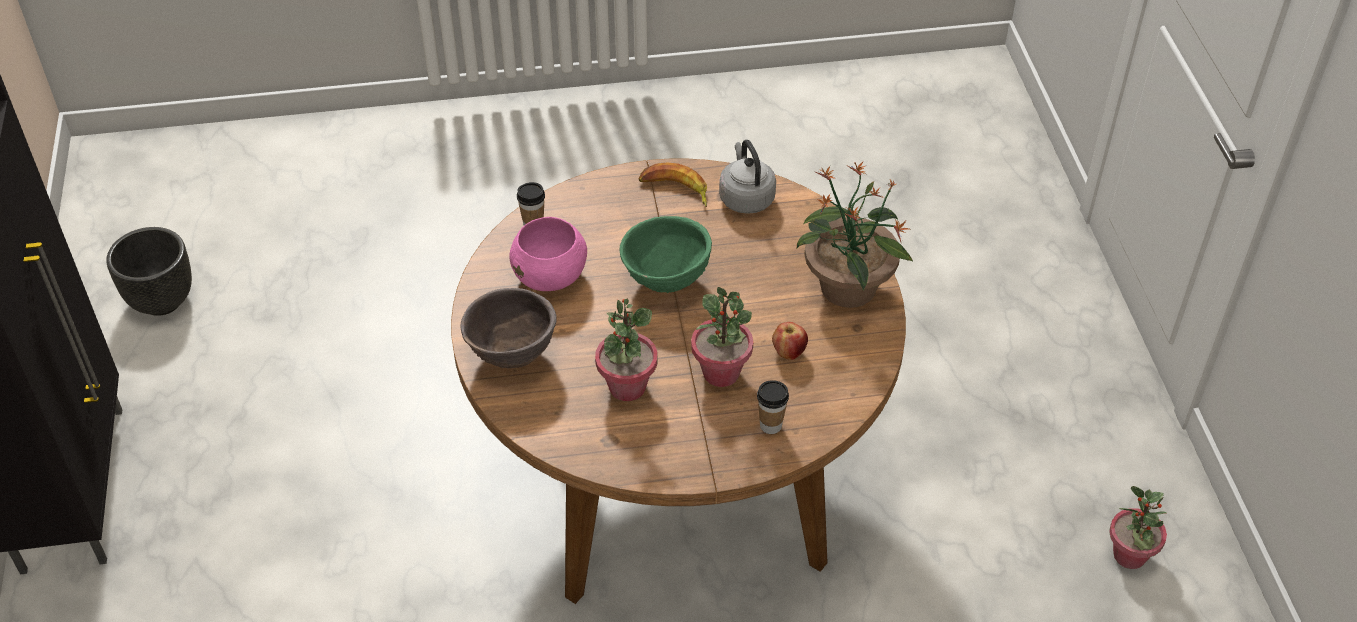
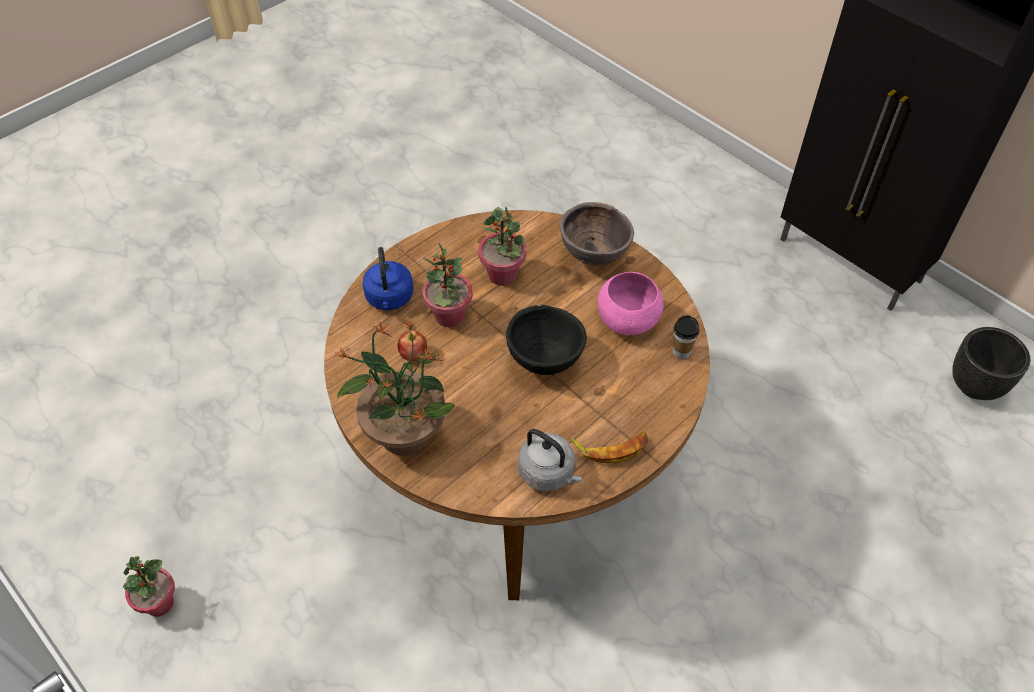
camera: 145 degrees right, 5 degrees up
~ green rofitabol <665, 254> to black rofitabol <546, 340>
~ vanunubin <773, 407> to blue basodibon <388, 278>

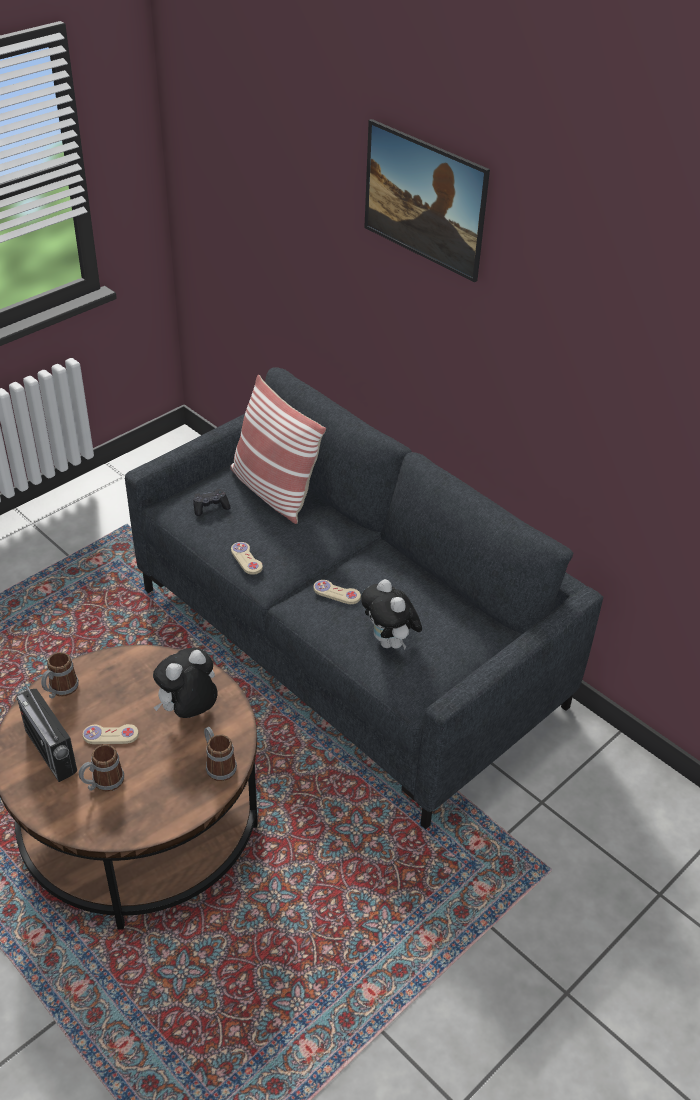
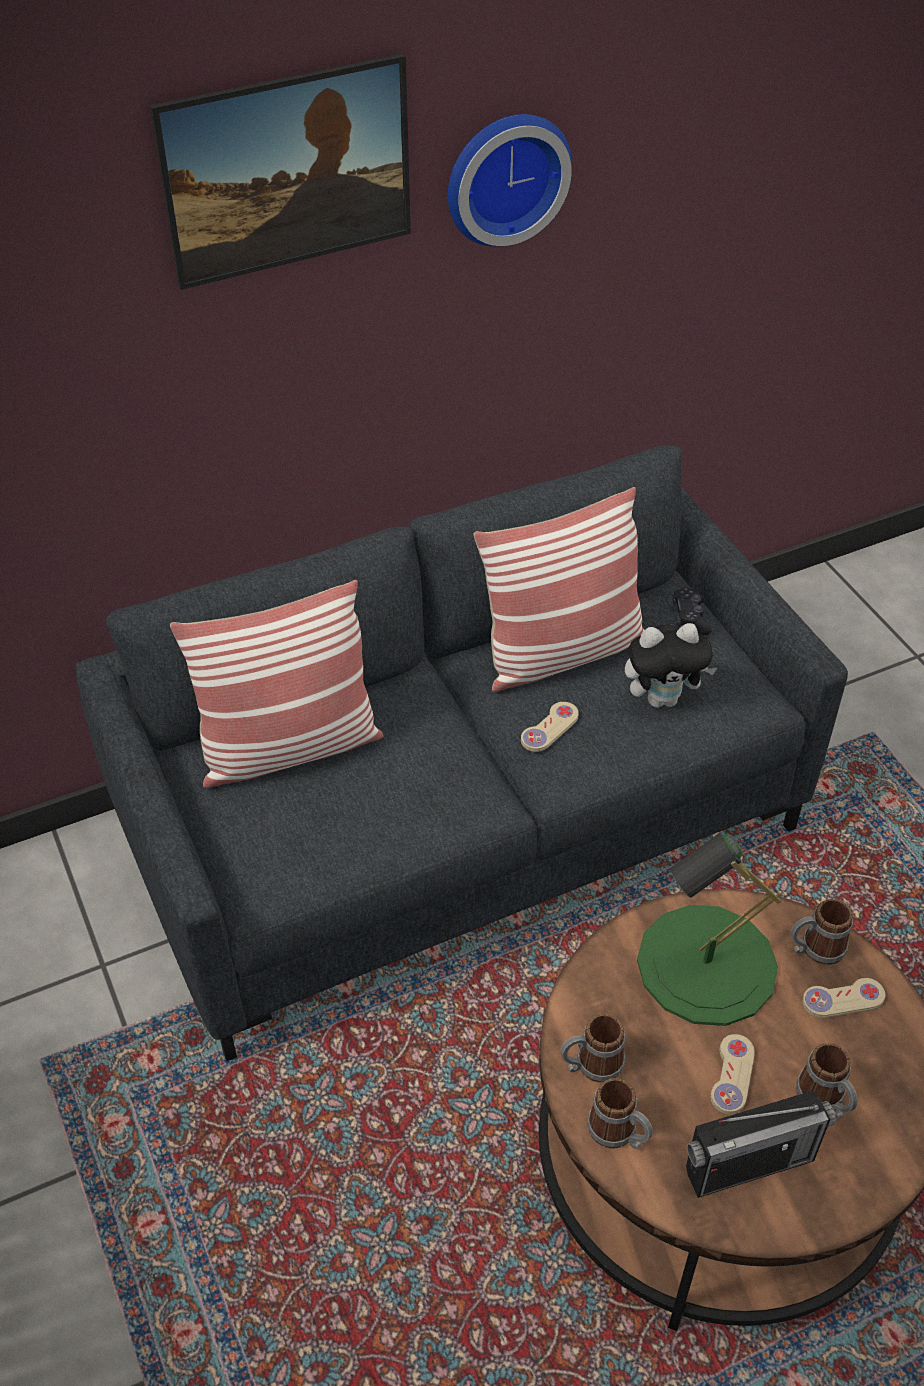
camera: 70 degrees left, 5 degrees up
~ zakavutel <185, 683> to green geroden <709, 929>
~ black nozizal <211, 502> to <692, 611>
~ beige nozizal <247, 558> to <843, 998>
+ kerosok <510, 180>
+ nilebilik <558, 589>
+ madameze <593, 1048>

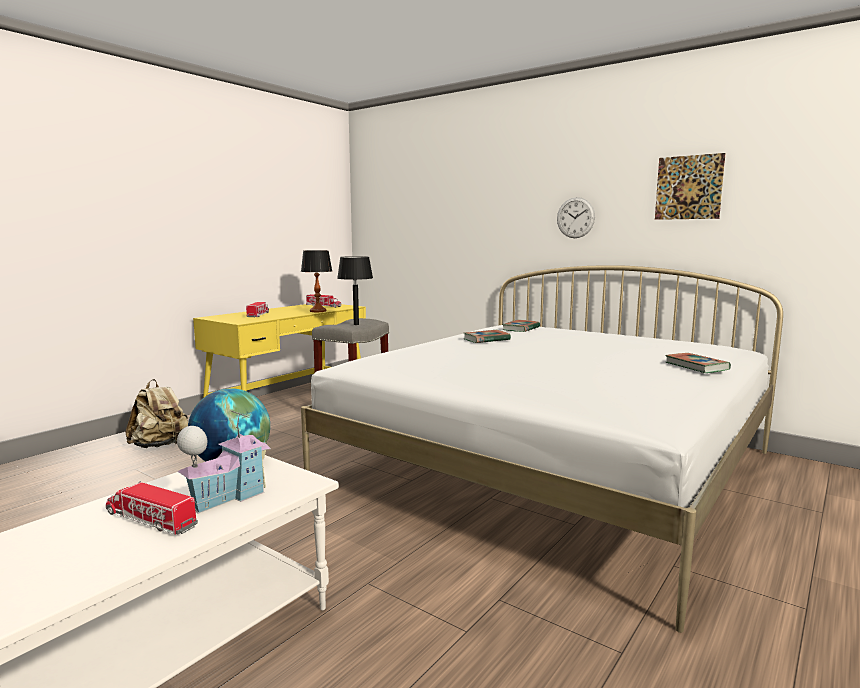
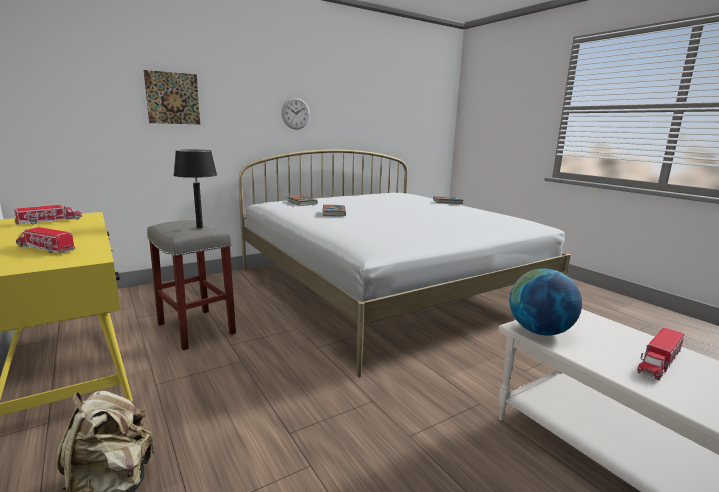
camera: 70 degrees left, 5 degrees up
- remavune <224, 462>
- geroden <316, 281>
~ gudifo <690, 186> to <172, 97>

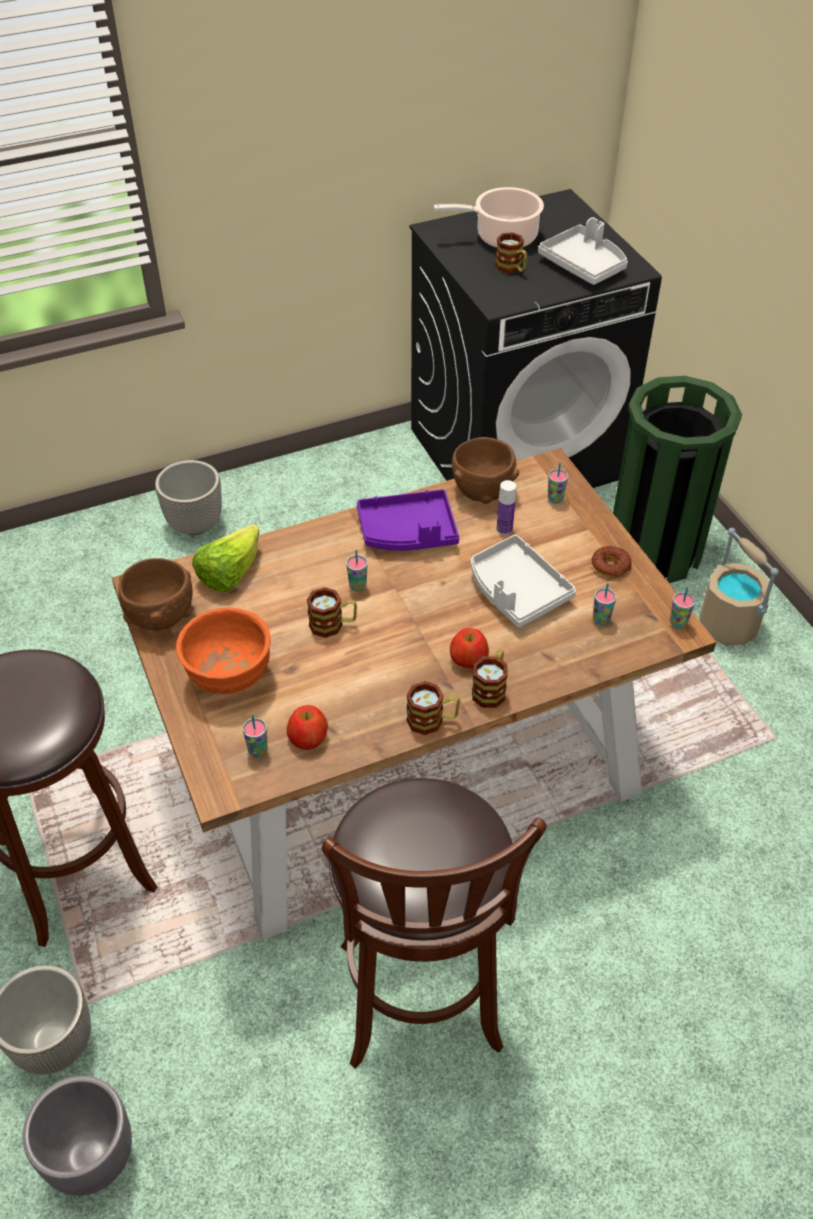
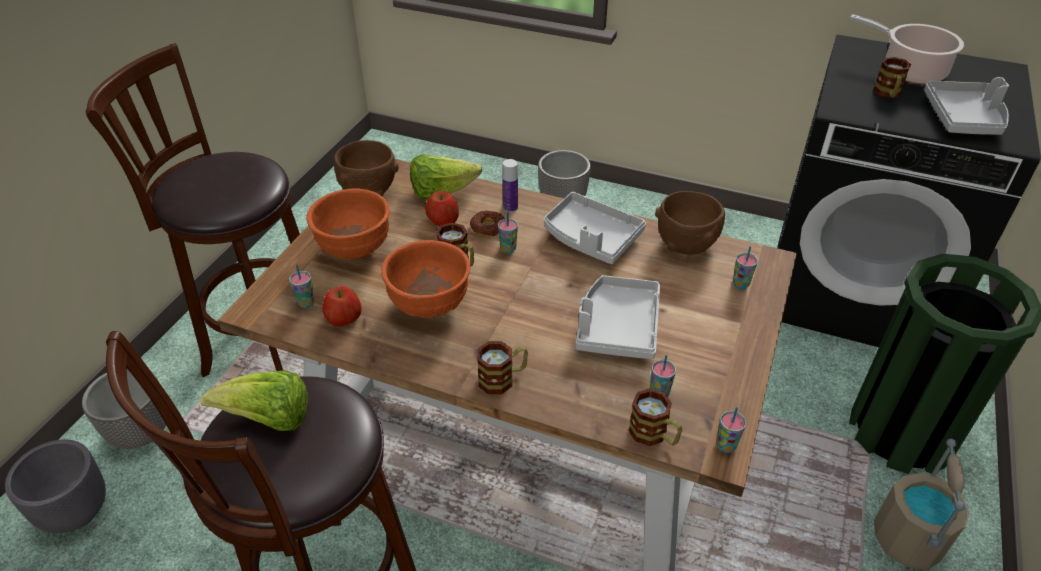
camera: 45 degrees right, 5 degrees down
~ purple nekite <408, 520> to grey nekite <595, 228>
~ madameze <433, 708> to <655, 417>
~ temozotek <469, 648> to <442, 208>
~ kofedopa <506, 507> to <510, 186>
~ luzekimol <611, 561> to <487, 224>
+ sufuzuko <254, 401>
+ orange rofitabol <426, 279>

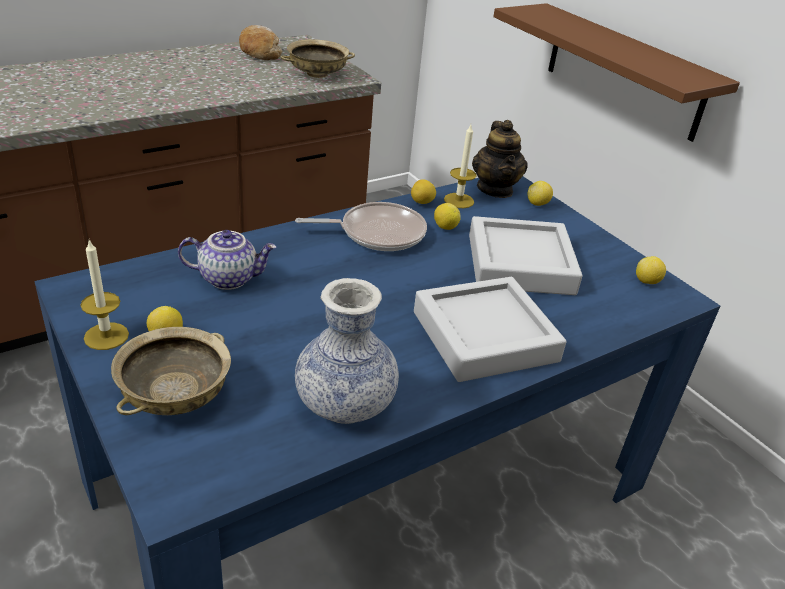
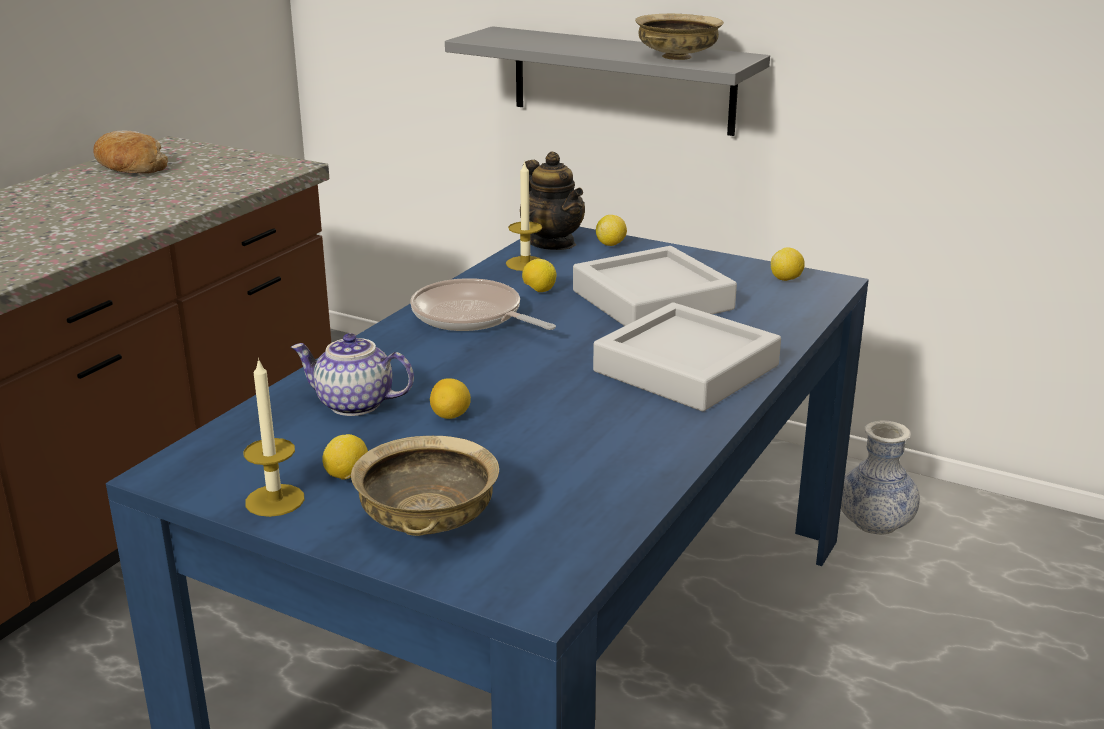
camera: 25 degrees left, 10 degrees down
~ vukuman <227, 260> = <352, 374> 135 degrees counterclockwise
~ beige rofitabol <318, 58> to <679, 37>
~ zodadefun <361, 226> = <483, 304> 105 degrees counterclockwise
~ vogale <347, 351> to <880, 477>
~ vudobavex <423, 191> to <450, 398>
~ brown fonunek <616, 72> to grey fonunek <607, 81>

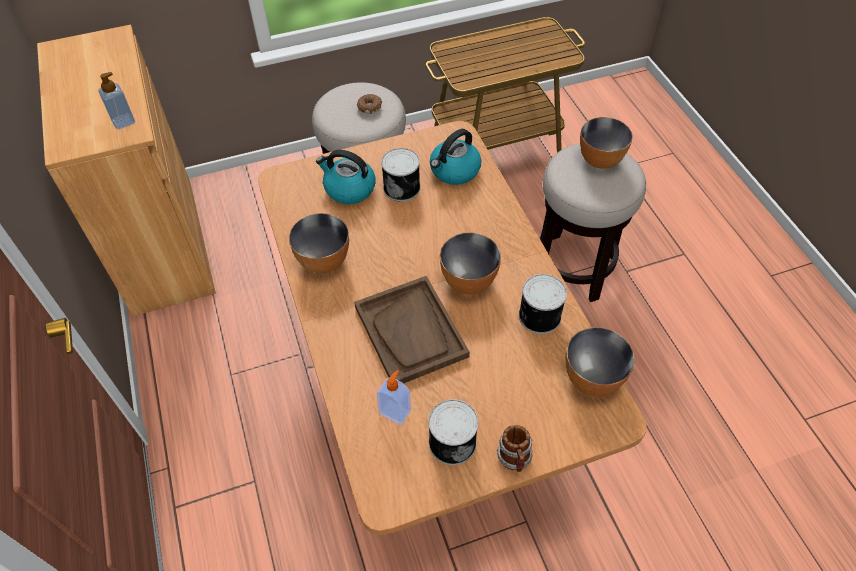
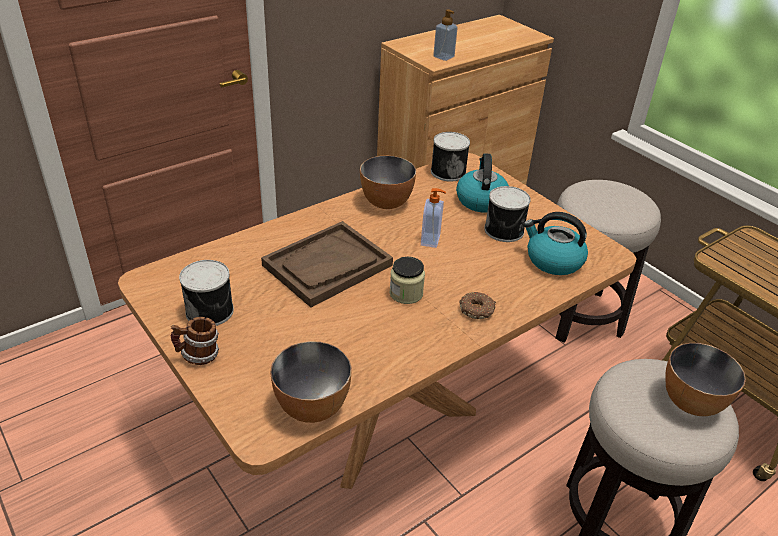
camera: 70 degrees right, 15 degrees down
~ luzekimol <369, 104> to <478, 305>
~ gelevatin <394, 397> to <433, 218>
~ rofitabol <470, 263> to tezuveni <407, 280>
~ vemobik <543, 304> to <450, 157>

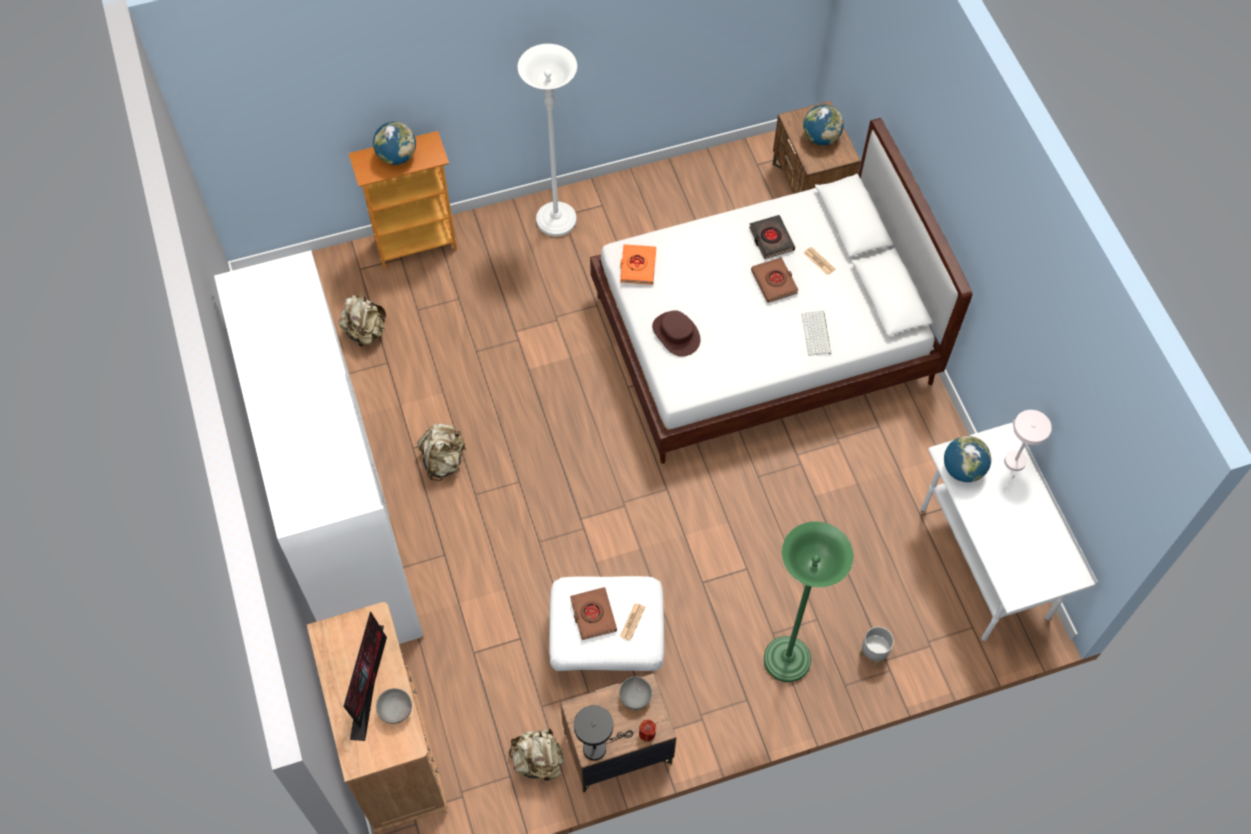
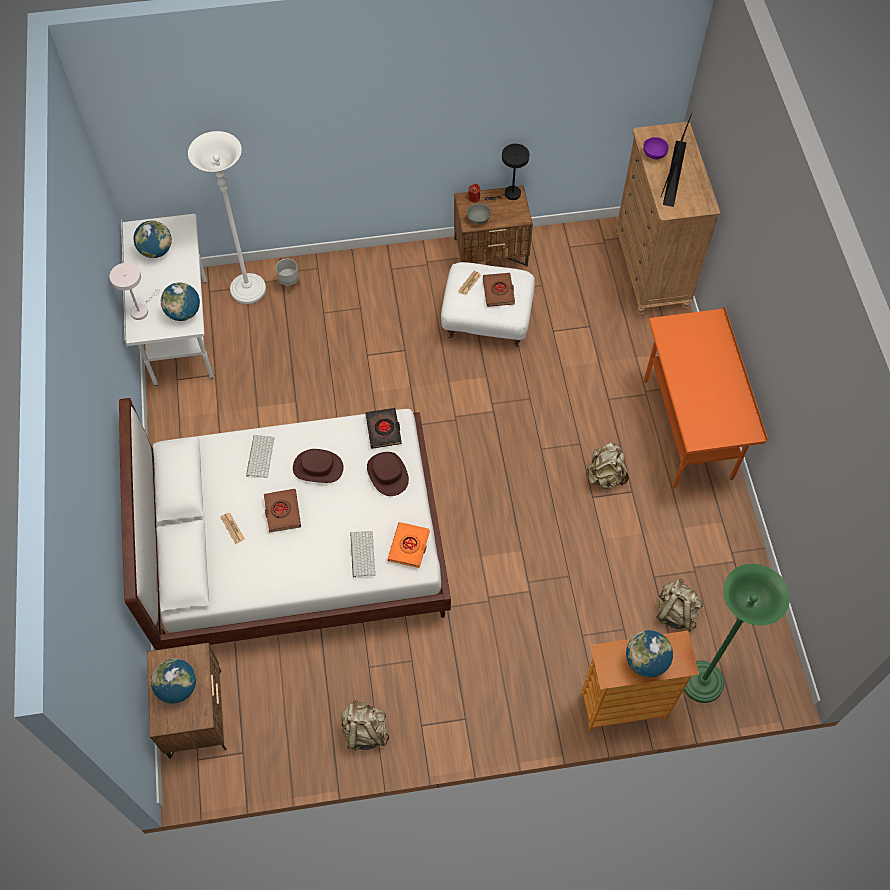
camera: 170 degrees left, 0 degrees up
~ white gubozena <319, 447> to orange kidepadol <706, 396>
~ grey rofitabol <394, 706> to purple rofitabol <656, 148>
~ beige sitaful <536, 756> to <365, 725>
~ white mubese <547, 140> to <227, 217>
~ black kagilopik <772, 237> to <383, 428>
~ green mubese <808, 601> to <736, 633>
+ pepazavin <152, 239>
+ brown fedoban <318, 466>
+ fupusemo <363, 554>

